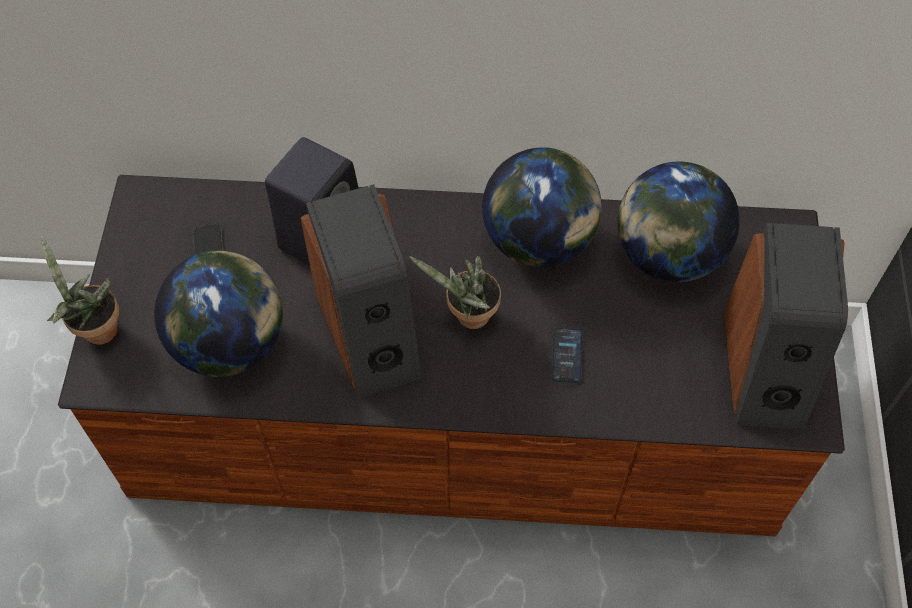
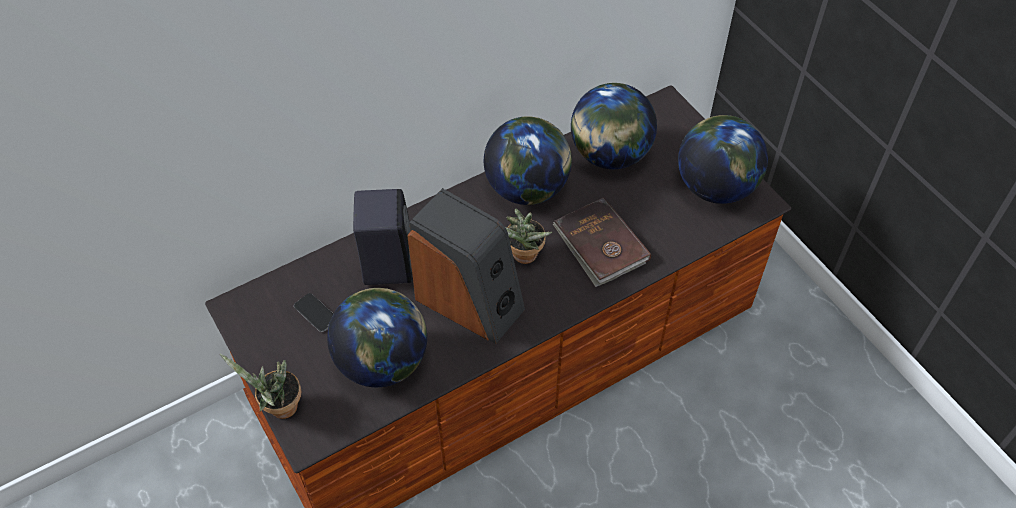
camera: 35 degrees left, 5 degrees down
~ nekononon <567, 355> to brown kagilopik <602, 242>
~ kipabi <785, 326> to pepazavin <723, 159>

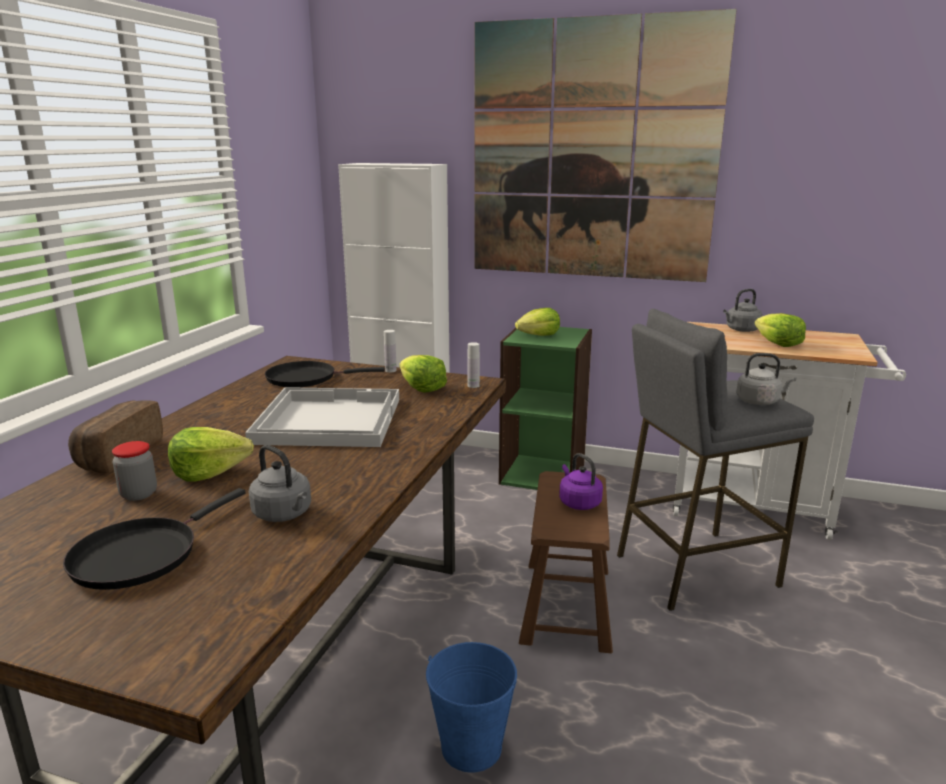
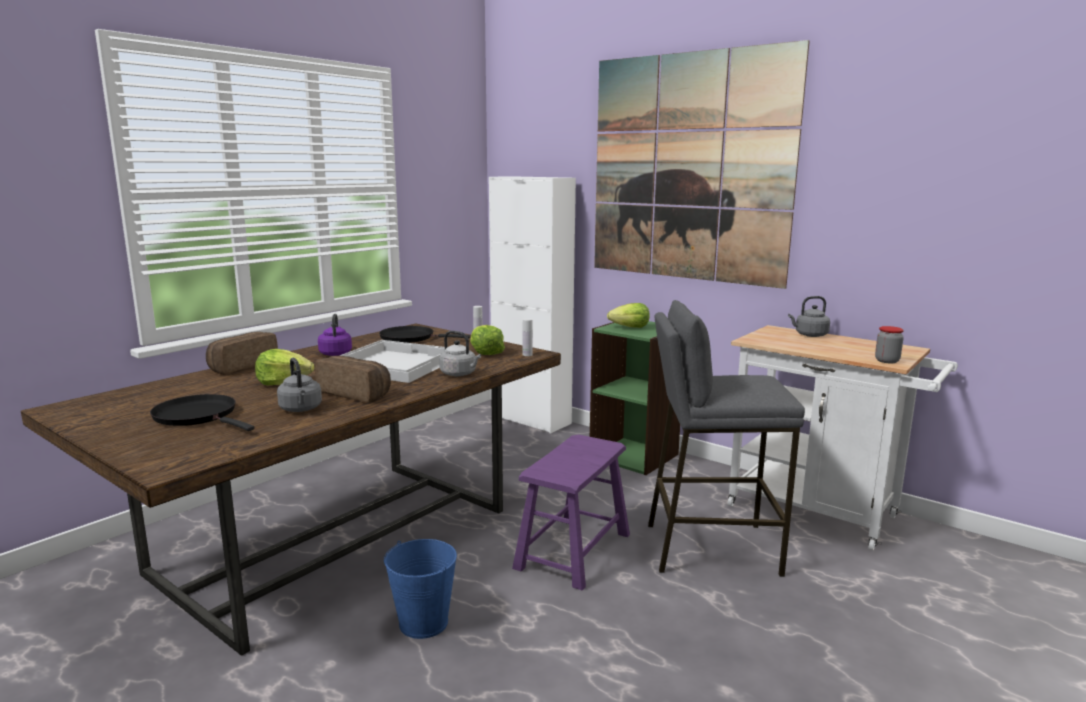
camera: 20 degrees right, 5 degrees down
~ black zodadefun <154, 539> = <202, 412> 75 degrees clockwise
~ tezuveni <134, 471> to <889, 344>
~ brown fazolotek <566, 562> to purple fazolotek <571, 512>
~ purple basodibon <581, 481> to <335, 335>
~ grey basodibon <766, 379> to <460, 353>
- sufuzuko <780, 330>
+ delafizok <353, 379>

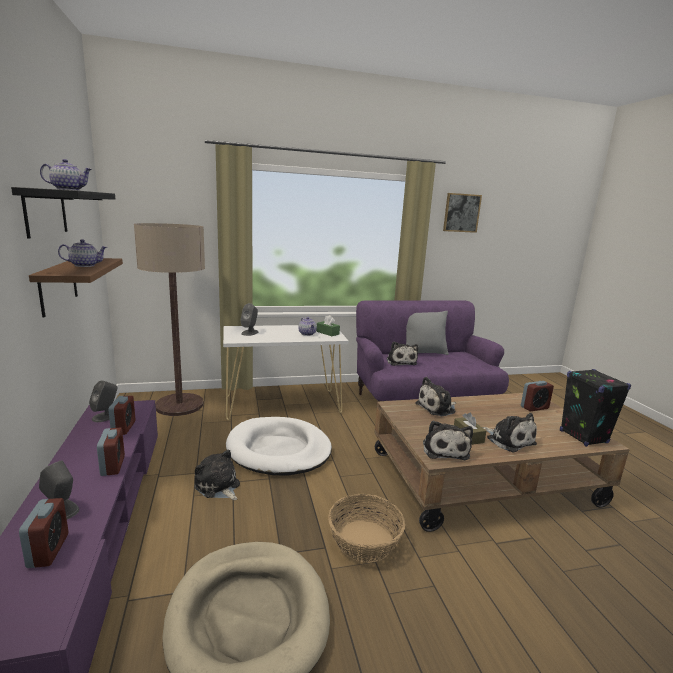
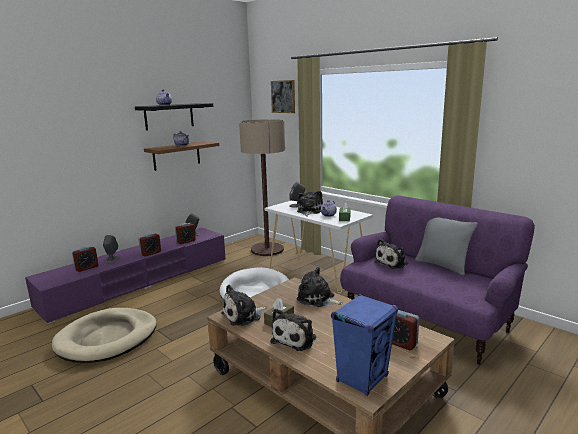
camera: 60 degrees right, 0 degrees up
~ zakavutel <217, 475> to <310, 203>
- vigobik <366, 528>
~ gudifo <462, 213> to <283, 96>
~ black kipabi <595, 408> to blue kipabi <364, 345>

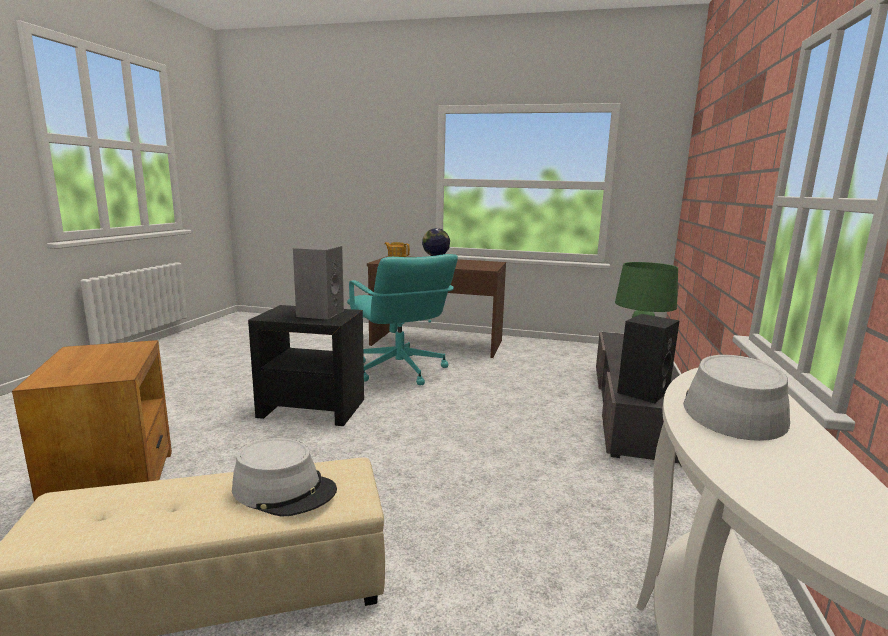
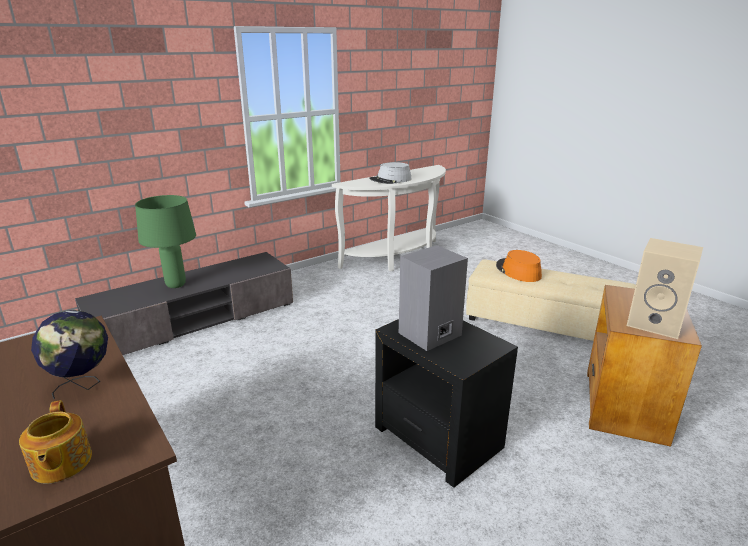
camera: 140 degrees left, 10 degrees up
~ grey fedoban <284, 477> to orange fedoban <519, 266>
- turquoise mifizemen <402, 319>
- black kipabi <648, 358>
+ beige kipabi <665, 288>

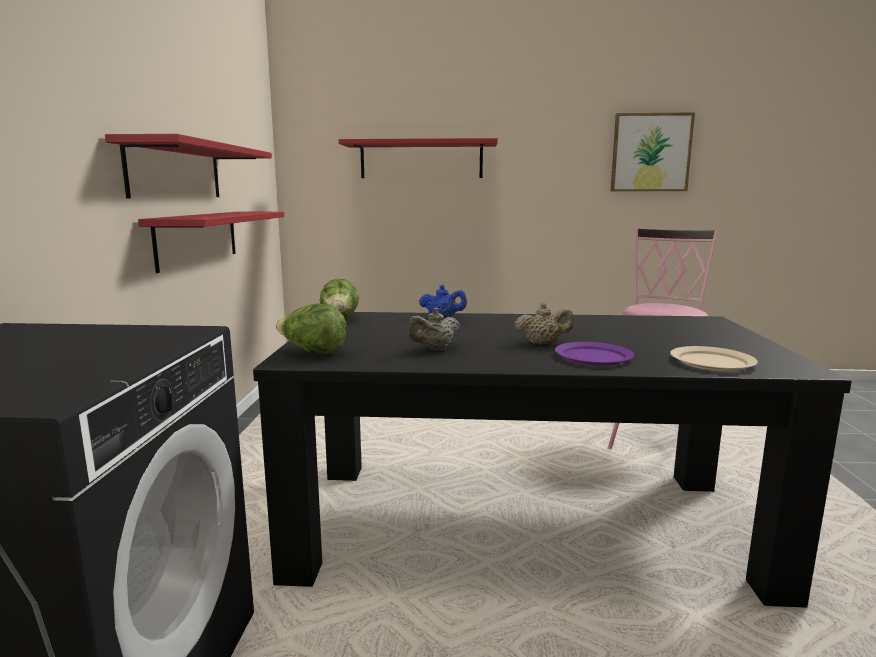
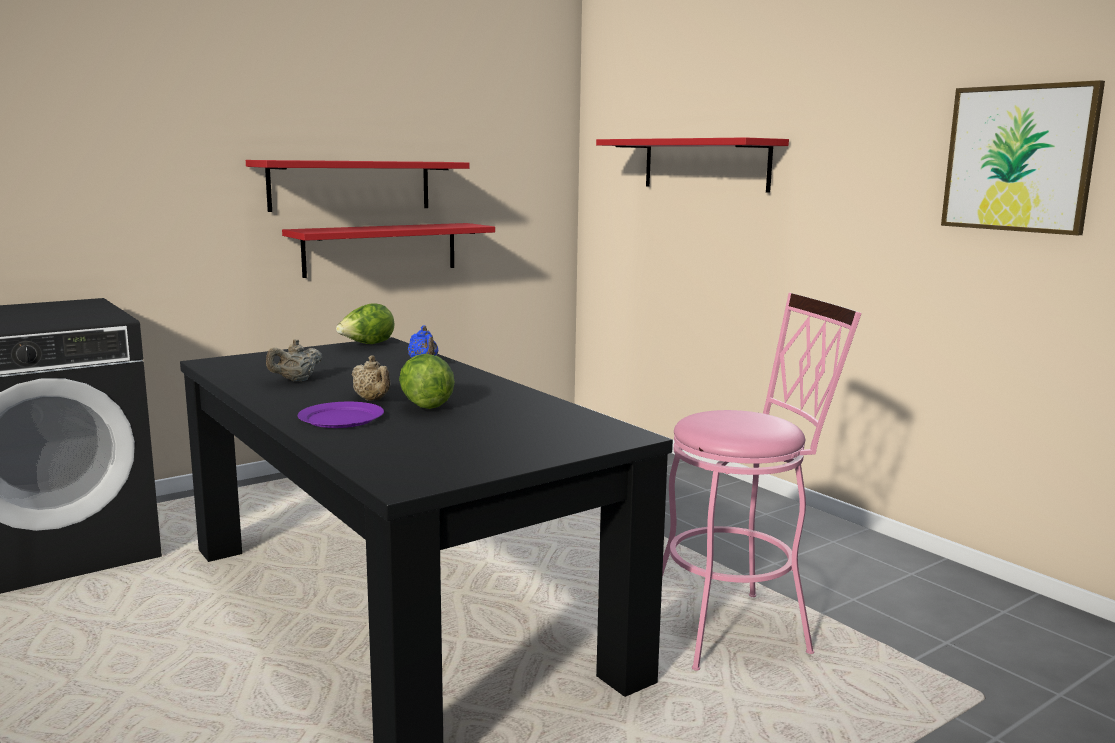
camera: 50 degrees right, 0 degrees up
~ sufuzuko <311, 328> to <427, 381>
~ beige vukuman <433, 329> = <294, 360> 60 degrees counterclockwise
- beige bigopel <714, 358>

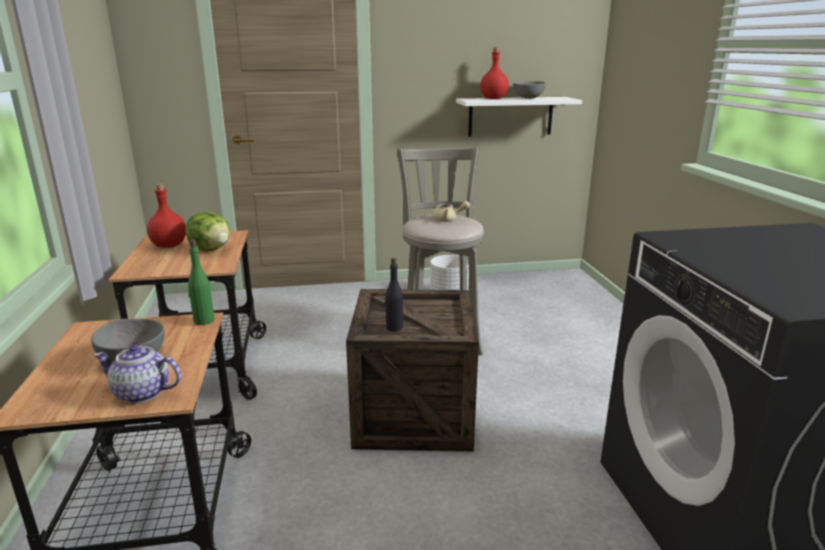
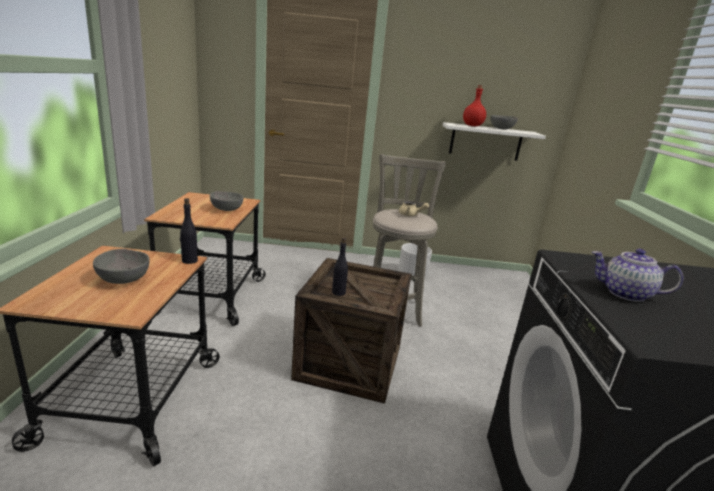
camera: 10 degrees right, 0 degrees up
~ vukuman <137, 373> to <637, 275>
- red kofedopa <166, 216>
~ sufuzuko <208, 232> to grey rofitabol <226, 201>
~ green kofedopa <201, 282> to black kofedopa <189, 231>

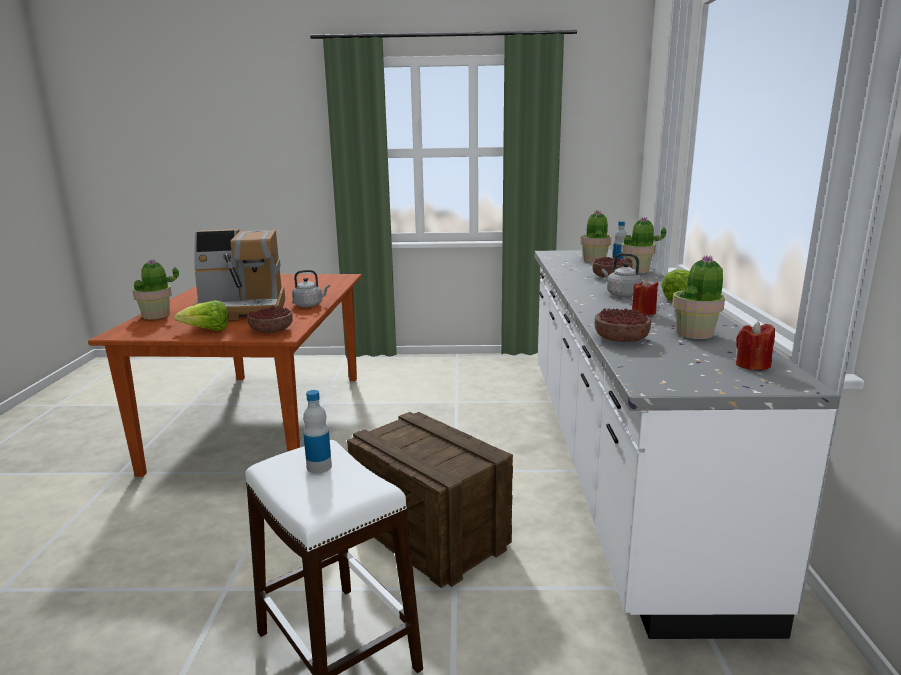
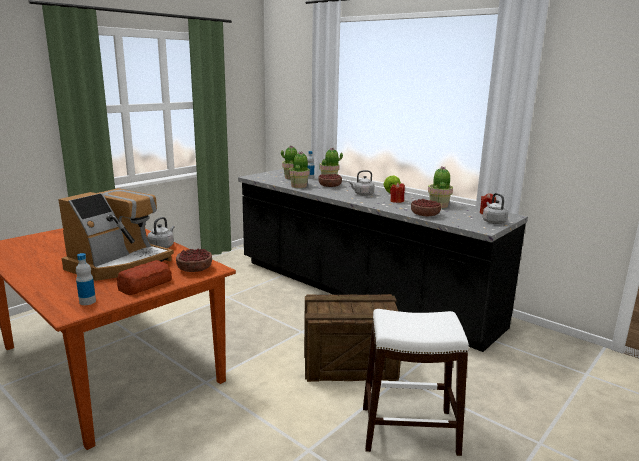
camera: 50 degrees left, 0 degrees up
~ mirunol <155, 289> to <299, 170>
~ sufuzuko <201, 315> to delafizok <144, 277>
~ kofedopa <317, 432> to <86, 279>
~ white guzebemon <687, 444> to black guzebemon <383, 260>
+ grey basodibon <495, 208>

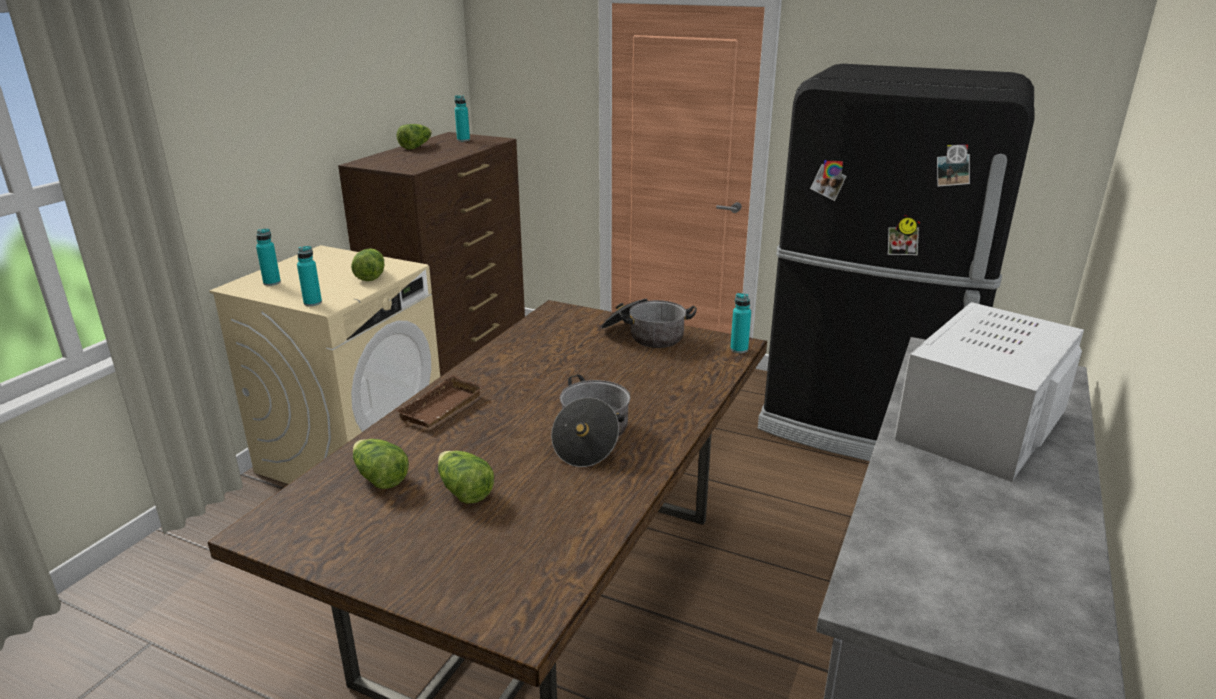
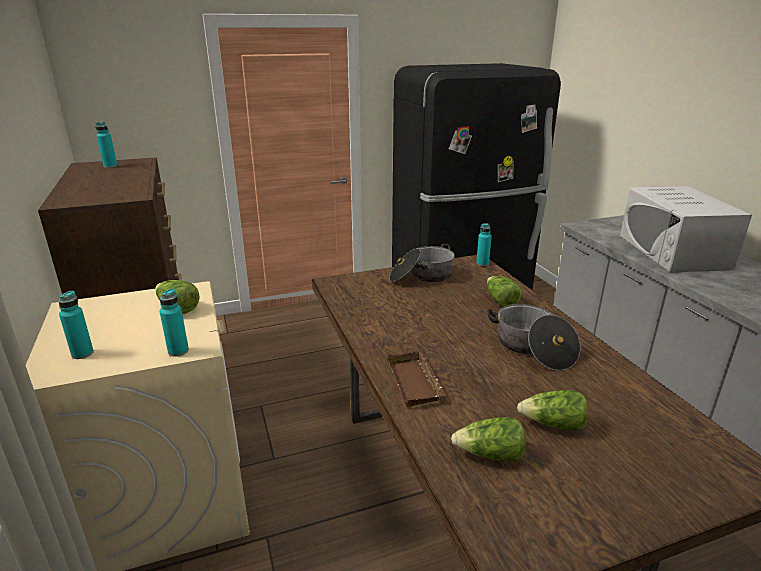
camera: 45 degrees left, 0 degrees up
~ sufuzuko <414, 137> to <504, 291>

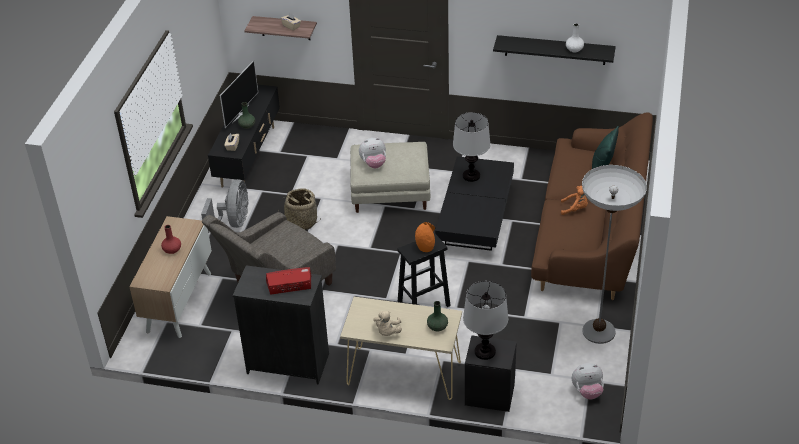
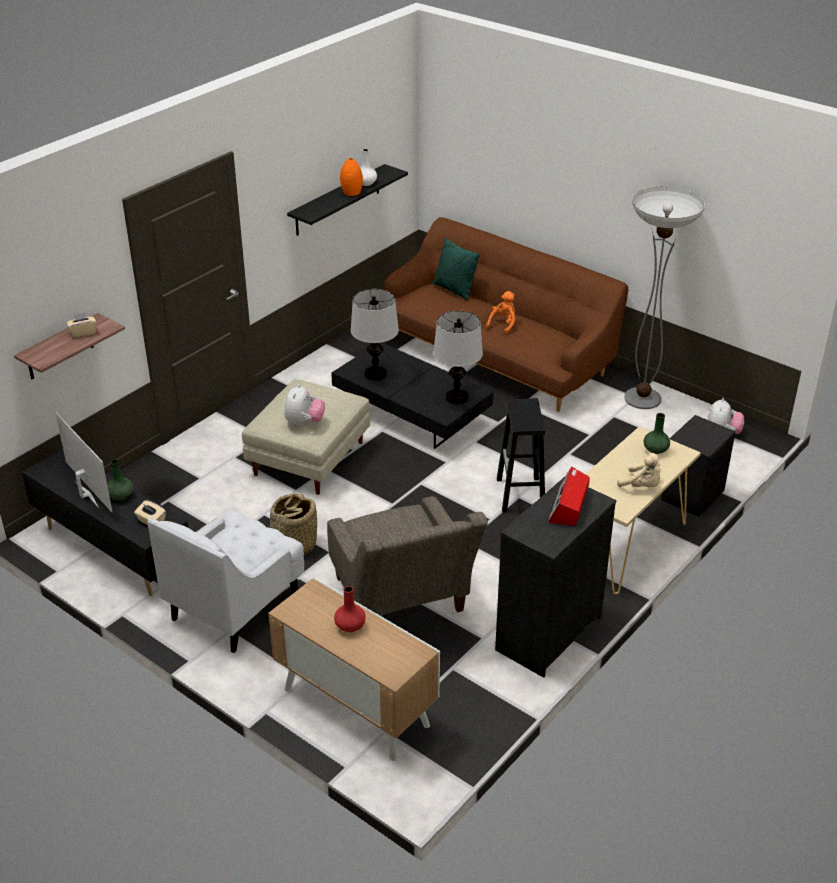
camera: 65 degrees left, 5 degrees down
~ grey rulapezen <225, 206> to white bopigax <225, 582>
~ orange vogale <425, 237> to <351, 177>
~ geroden <485, 320> to <458, 357>

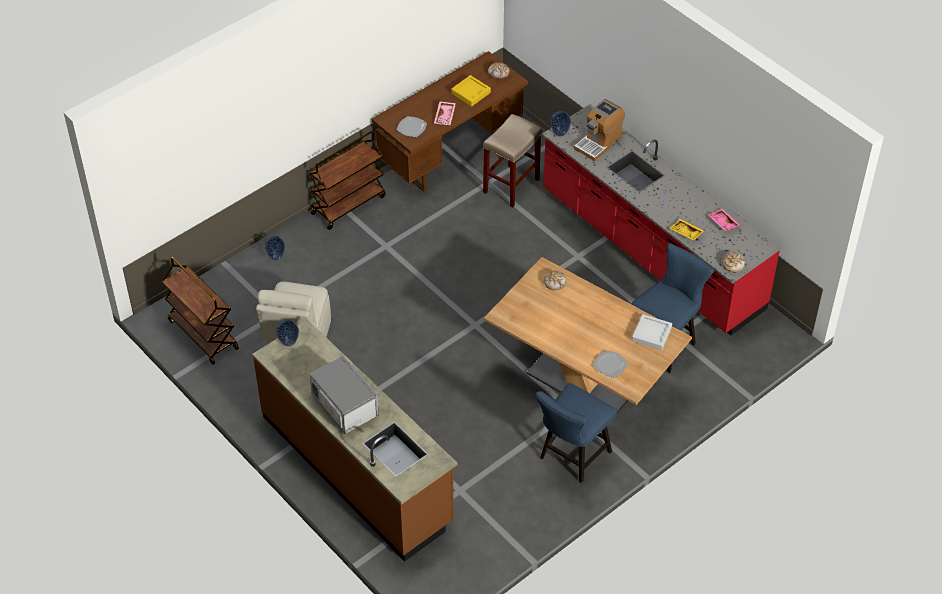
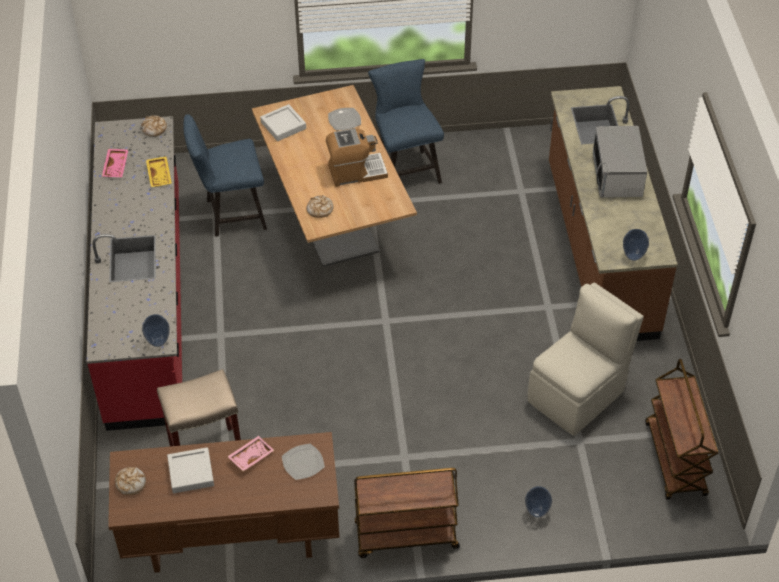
camera: 145 degrees left, 0 degrees up
~ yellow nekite <471, 91> to grey nekite <190, 470>
~ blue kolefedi <576, 433> = <406, 121> 90 degrees counterclockwise
~ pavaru <599, 130> to <357, 157>

